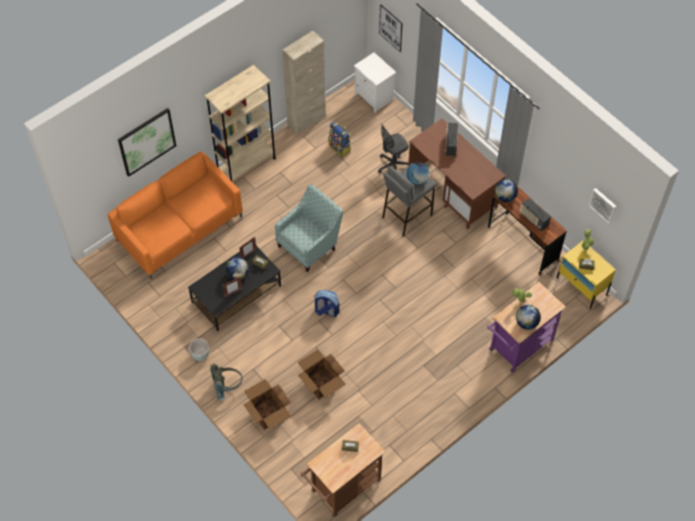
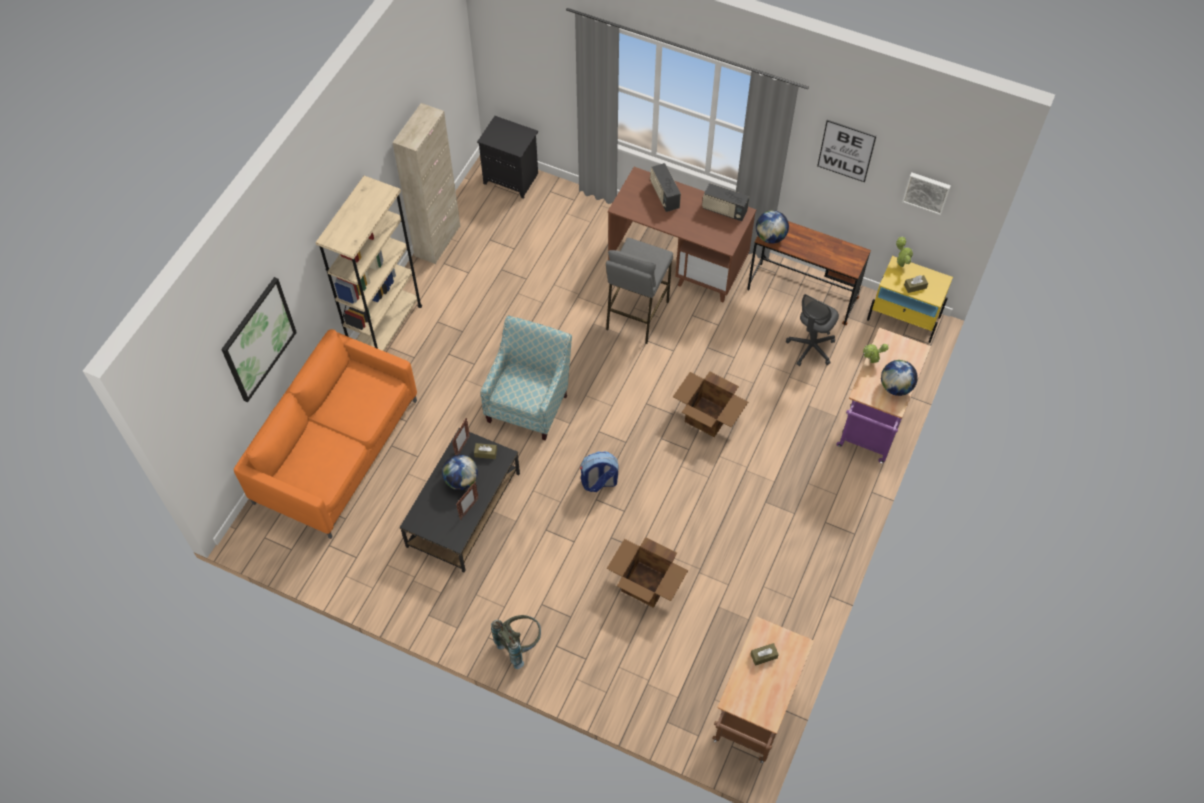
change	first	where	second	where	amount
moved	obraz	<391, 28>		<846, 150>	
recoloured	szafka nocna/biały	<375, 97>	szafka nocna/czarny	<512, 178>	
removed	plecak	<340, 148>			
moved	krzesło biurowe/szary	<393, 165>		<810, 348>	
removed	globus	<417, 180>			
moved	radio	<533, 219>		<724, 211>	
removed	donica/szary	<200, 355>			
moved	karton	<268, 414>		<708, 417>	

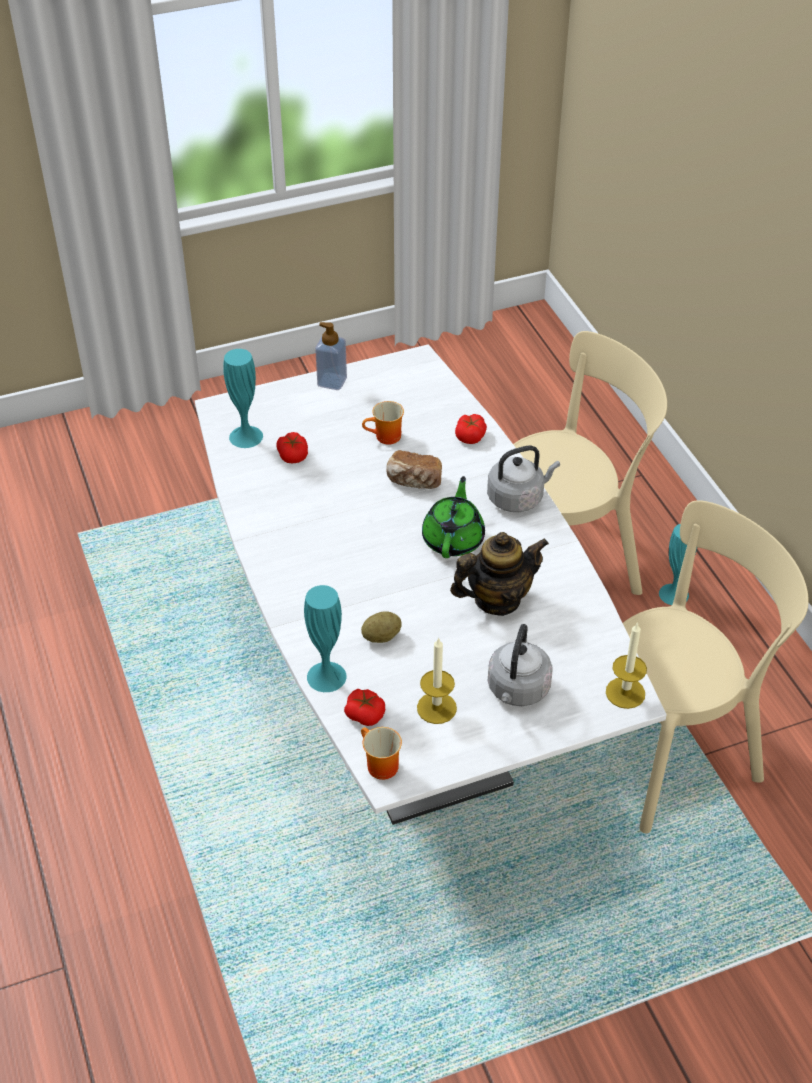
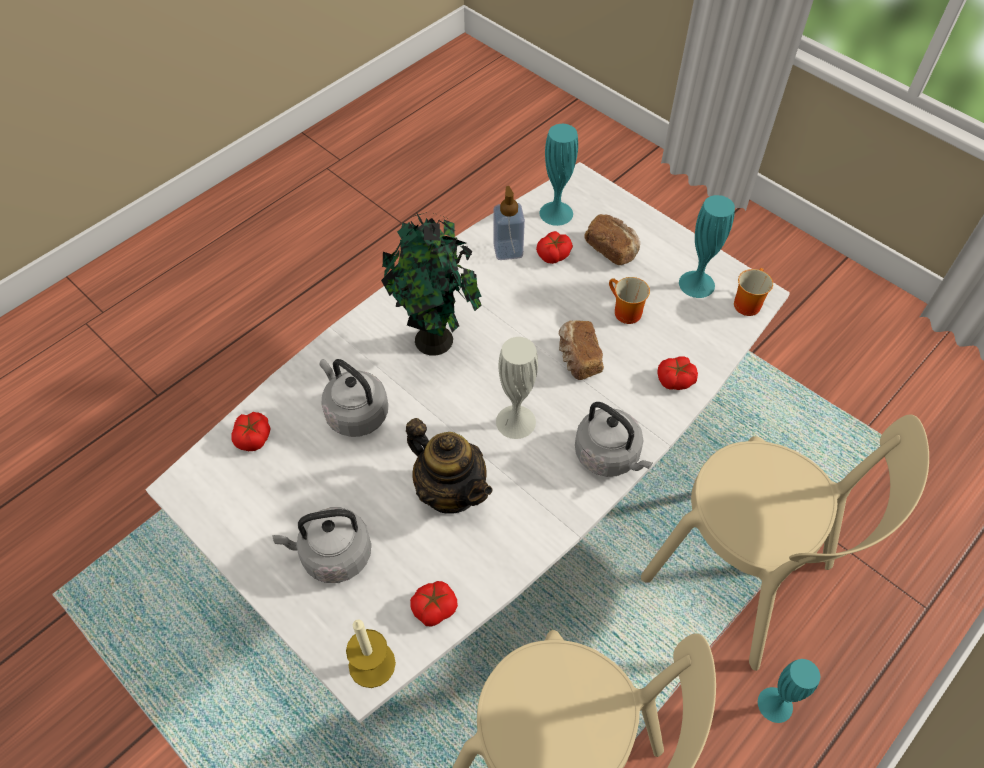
change	first	where	second	where	amount
moved	dozownik mydła	<332, 382>		<508, 250>	
replaced	imbryk/zielony	<453, 539>	wazon/biały	<515, 421>	
moved	wazon/turkusowy	<326, 676>		<696, 284>	
replaced	ziemniak	<381, 637>	czajnik/szary	<355, 413>	
removed	świeca	<436, 708>			
moved	kubek	<378, 766>		<746, 302>	
added			roślina doniczkowa	<436, 342>	
added			chleb	<612, 248>	
added			pomidor	<434, 607>	

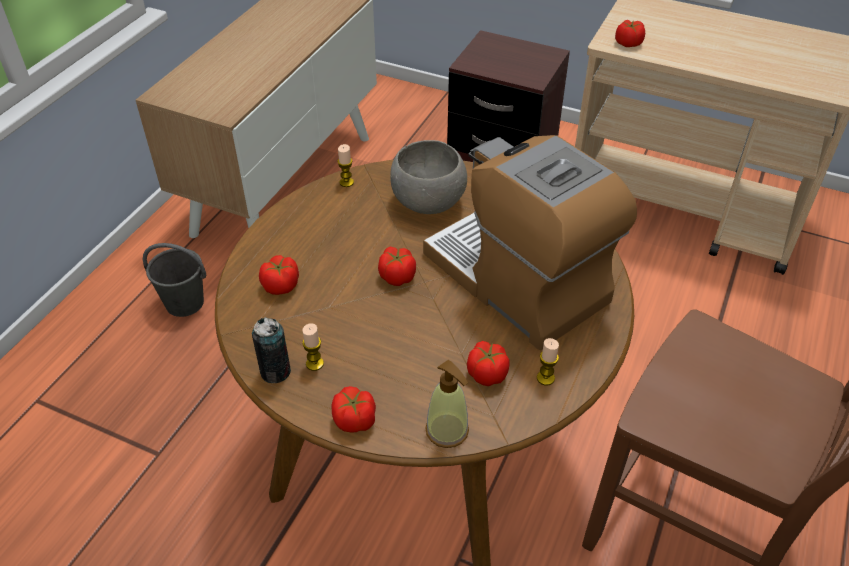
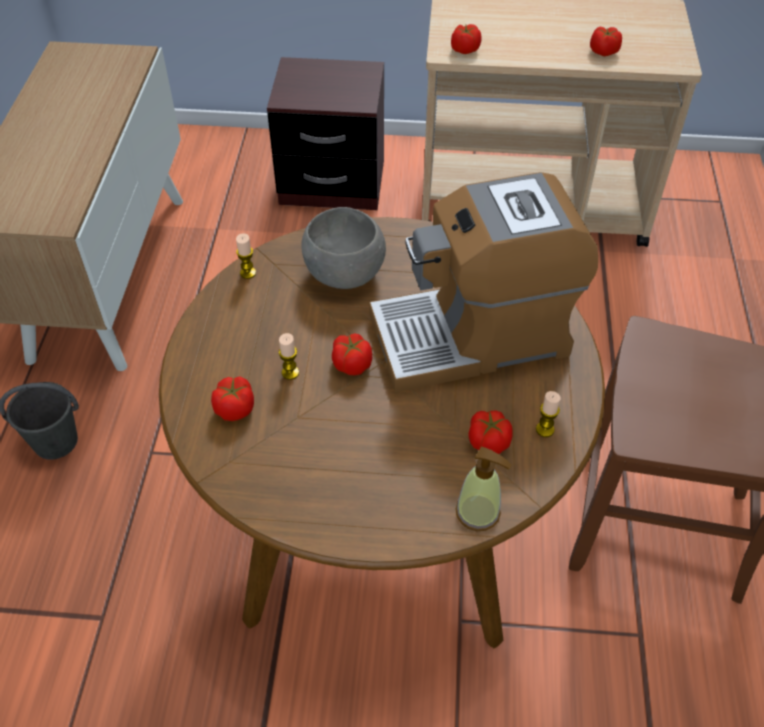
change	first	where	second	where	amount
turned	ekspres do kawy	<518, 280>		<473, 335>	45 degrees counterclockwise
removed	puszka	<275, 372>			
moved	świeca	<314, 363>		<290, 372>	
moved	pomidor	<355, 420>		<604, 52>	

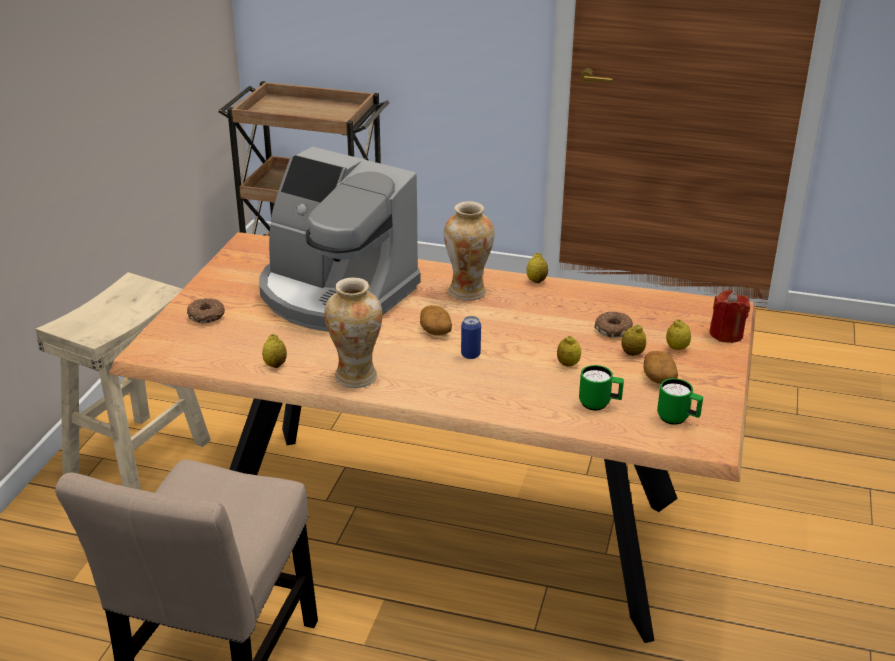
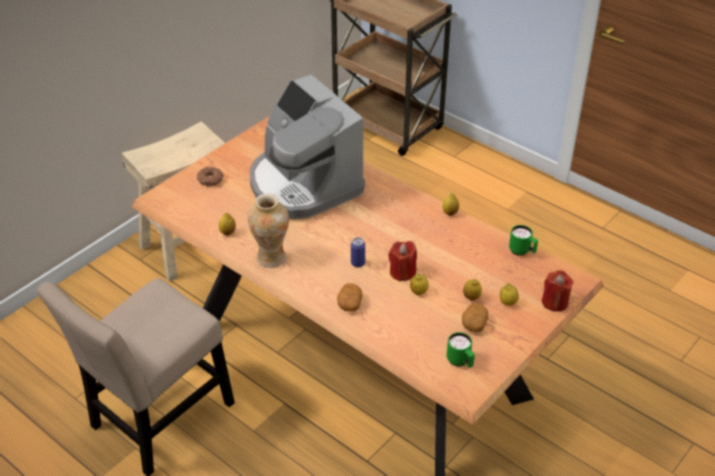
change	first	where	second	where	amount
removed	wazon	<467, 292>			
moved	ziemniak	<435, 330>		<349, 303>	
removed	donut	<613, 329>			
moved	kubek/zielony	<599, 404>		<522, 252>	
added			świeca/czerwony	<402, 272>	

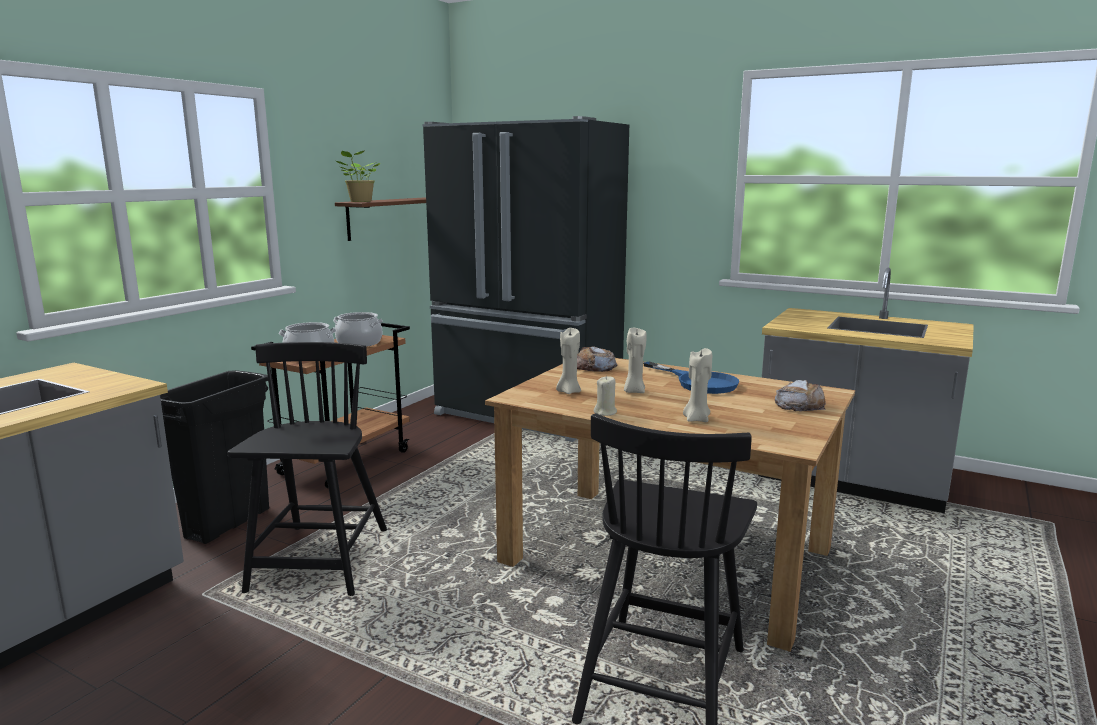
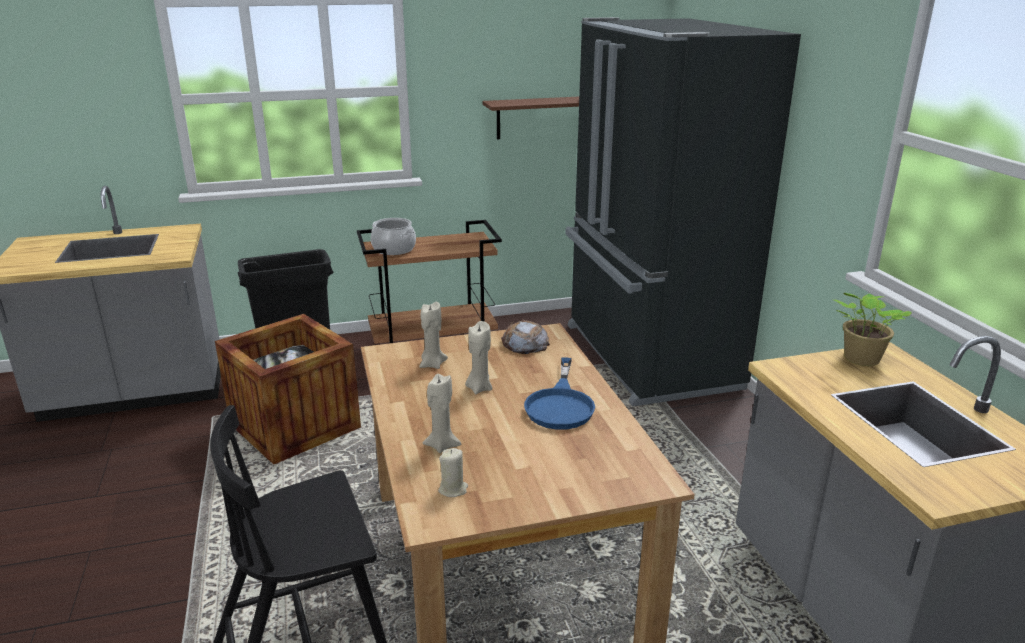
change	first	where	second	where	amount
moved	roślina doniczkowa	<360, 201>		<859, 359>	
removed	garnek	<359, 343>			
replaced	krzesło/czarny	<320, 561>	skrzynka	<295, 426>	
moved	świeca/beżowy	<605, 412>		<453, 489>	
removed	chleb	<799, 405>			

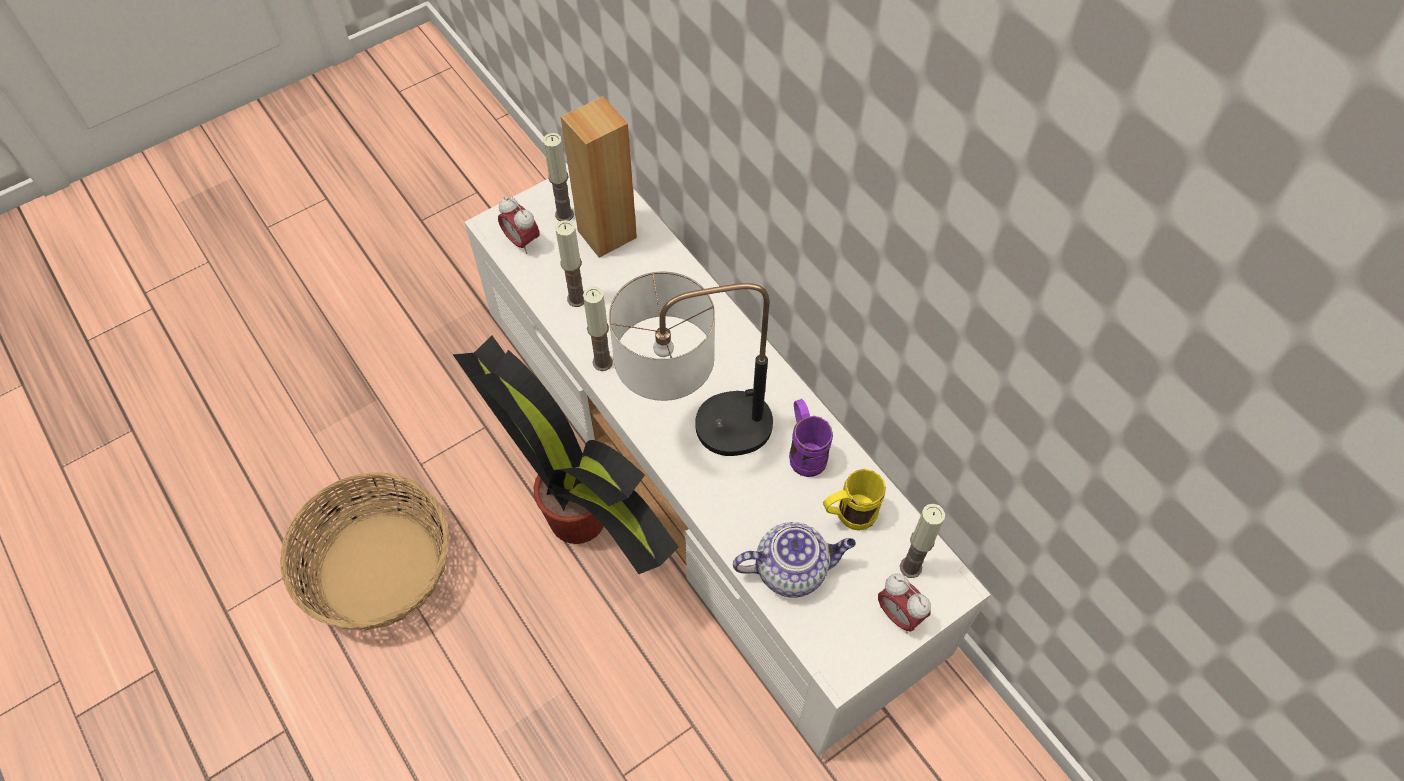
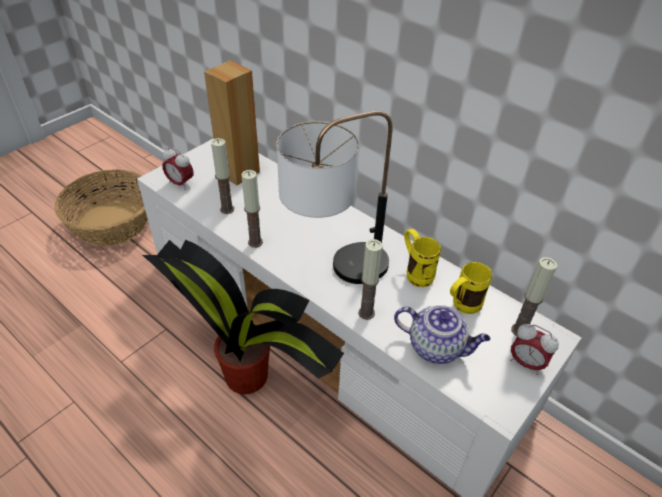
change	first	where	second	where	amount
moved	świeca	<564, 214>		<366, 313>	
recoloured	kubek/fioletowy	<804, 451>	kubek/żółty	<415, 272>	
moved	koszyk	<378, 568>		<112, 222>	
turned	imbryk	<792, 569>		<436, 347>	45 degrees clockwise

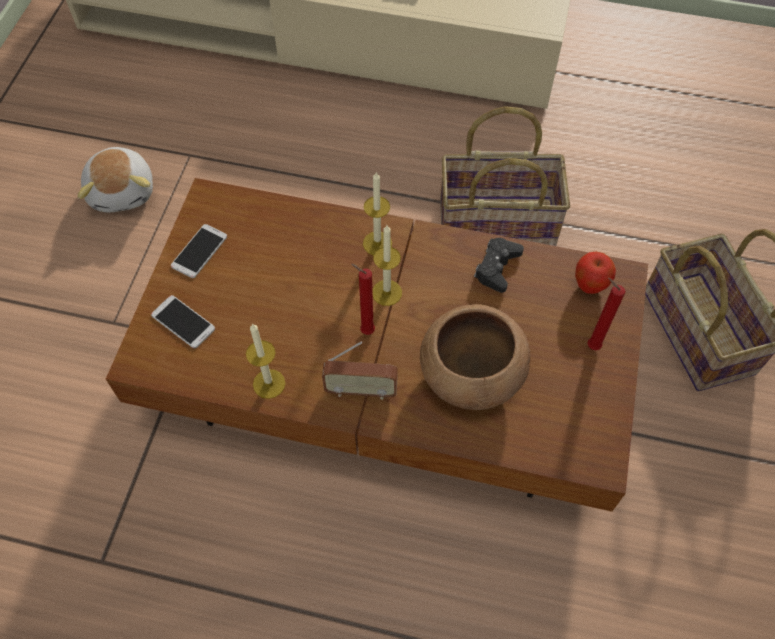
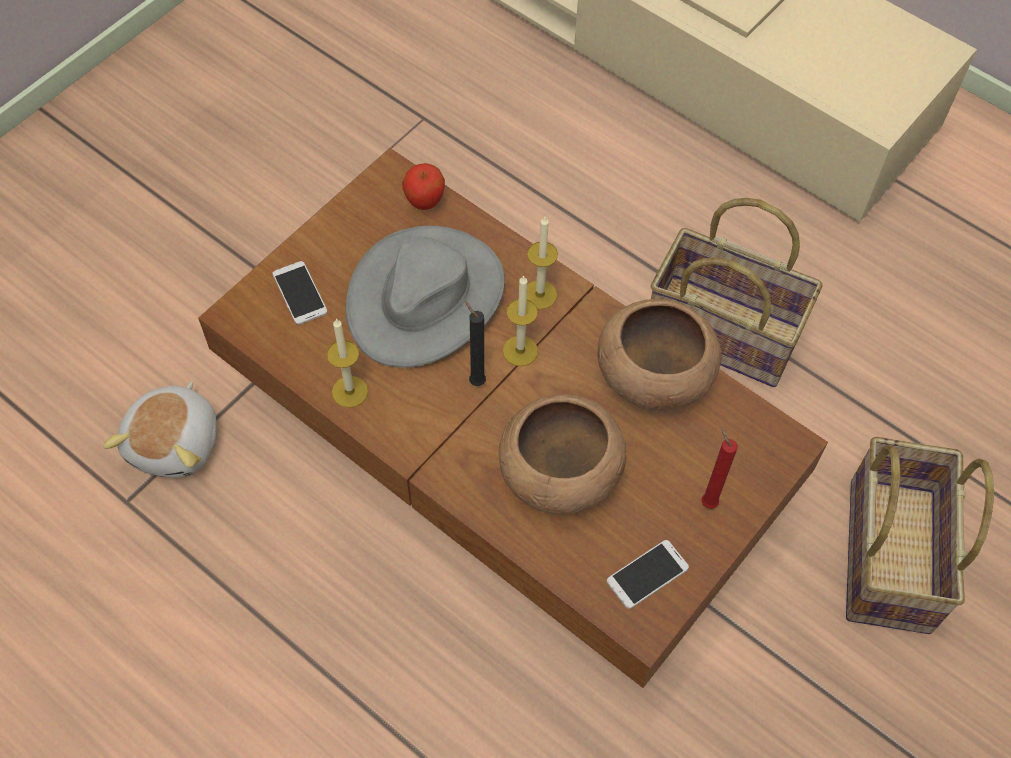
change	first	where	second	where	amount
moved	pluszak	<123, 191>		<176, 443>	
moved	telefon	<199, 251>		<647, 574>	
replaced	pad do gier/czarny	<497, 267>	miska/brązowy	<653, 374>	
moved	jabłko	<589, 286>		<424, 202>	
recoloured	świeca/czerwony	<365, 330>	świeca/czarny	<475, 380>	
removed	radio	<361, 390>			
added			kapelusz/szary	<425, 297>	

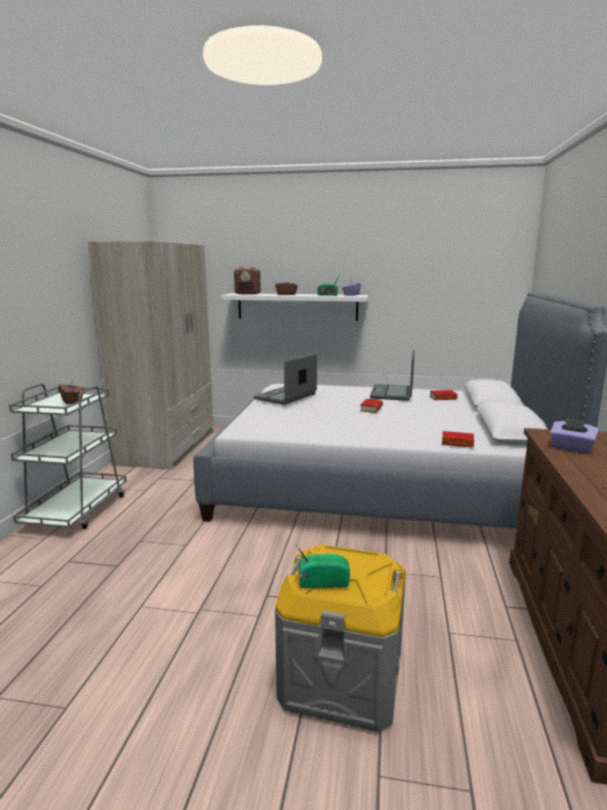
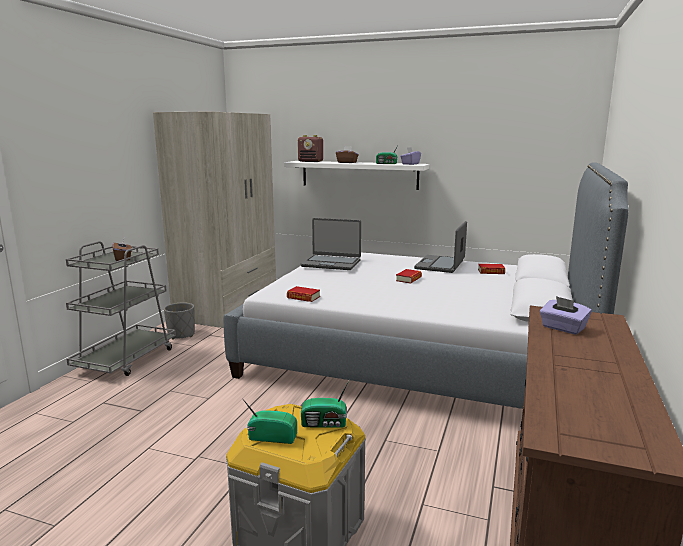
change	first	where	second	where	amount
turned	laptop	<286, 396>		<331, 263>	120 degrees counterclockwise
moved	książka	<457, 443>		<303, 297>	
added			donica/szary	<181, 335>	
added			radio	<325, 424>	

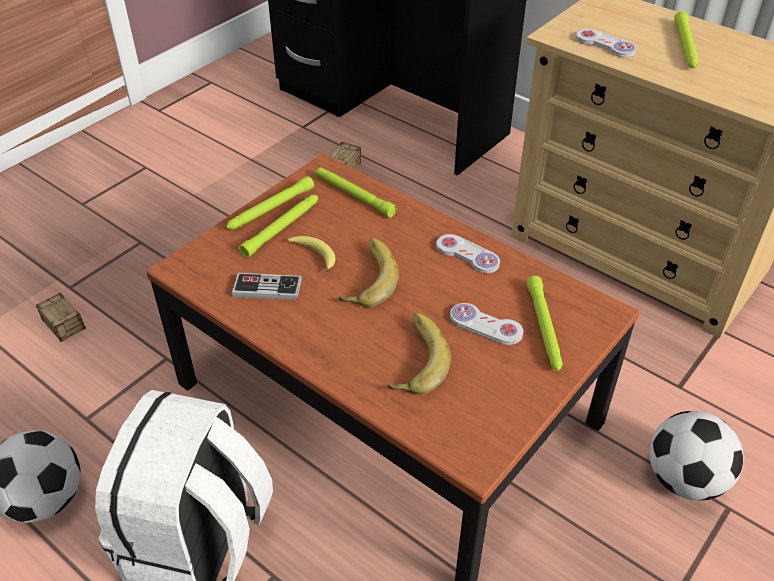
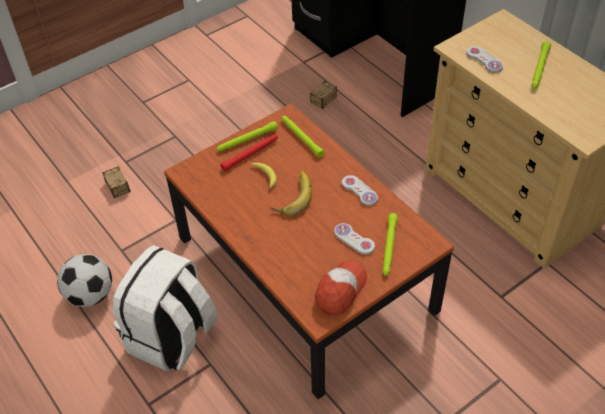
change	first	where	second	where	amount
recoloured	latarka/zielony	<282, 228>	latarka/czerwony	<250, 154>	
removed	pad do gier	<267, 288>			
removed	banan	<414, 358>			
removed	piłka futbolowa	<685, 480>			
added			czapka z daszkiem	<340, 290>	

